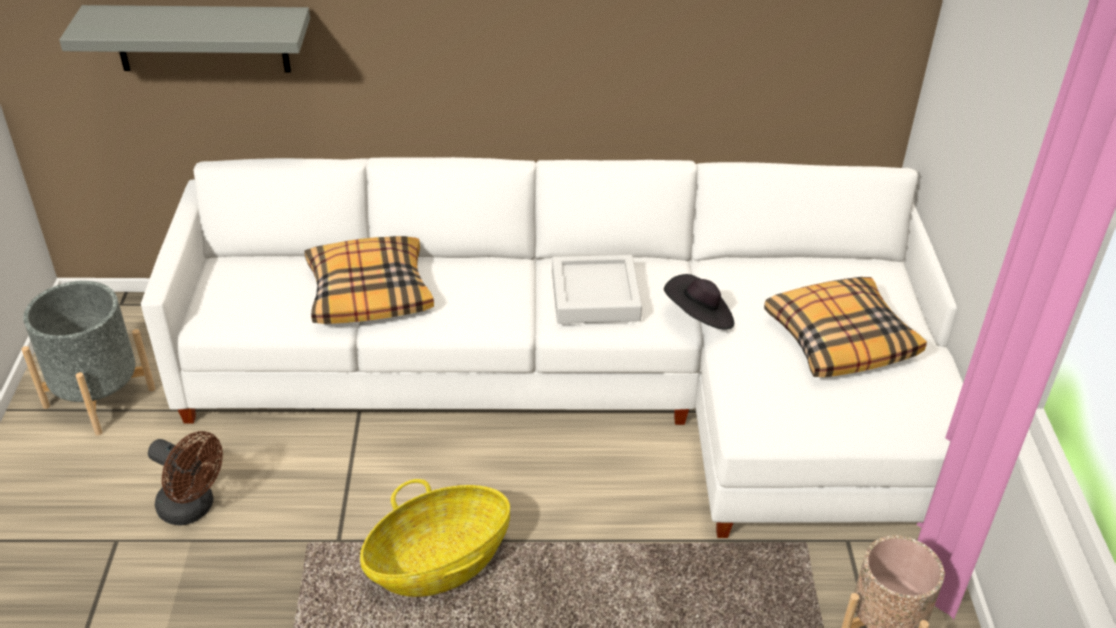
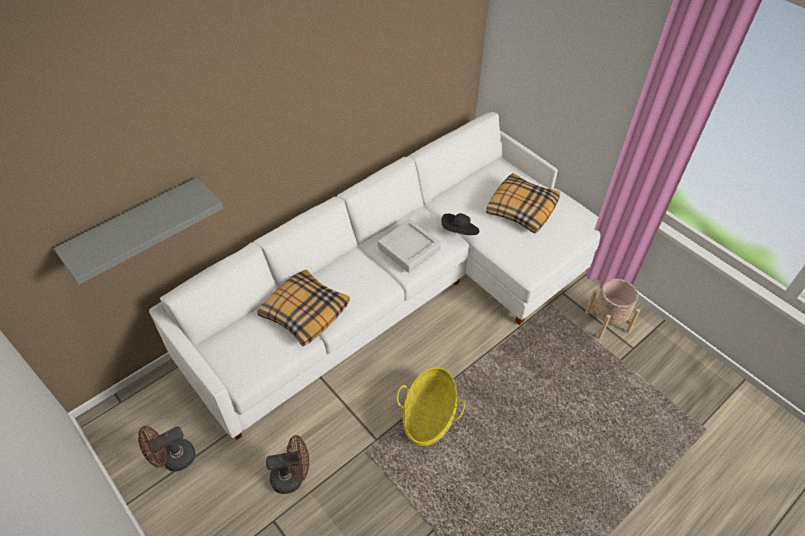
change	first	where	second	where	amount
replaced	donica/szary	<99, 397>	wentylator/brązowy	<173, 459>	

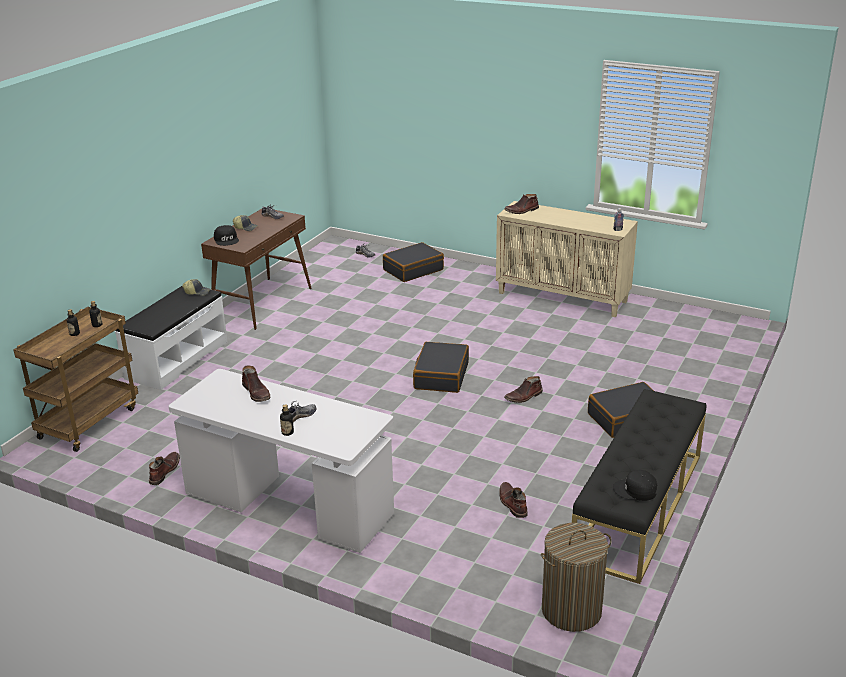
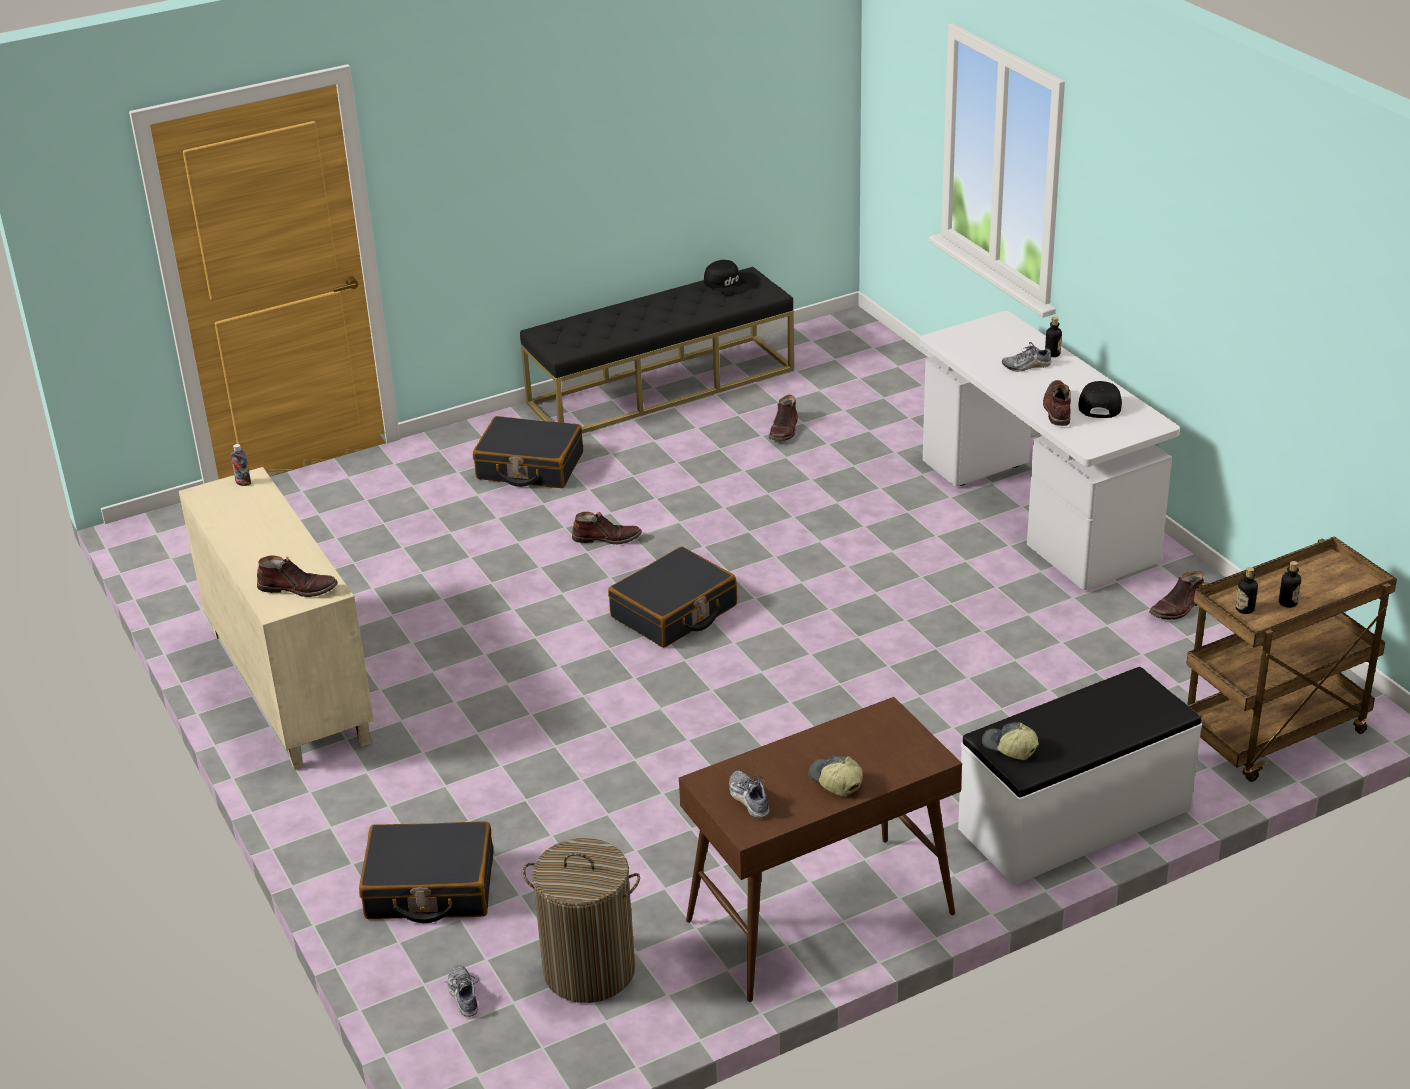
change	first	where	second	where	amount
moved	czapka z daszkiem/czarny	<227, 239>		<1099, 405>	
moved	kosz na pranie	<571, 610>		<589, 970>	

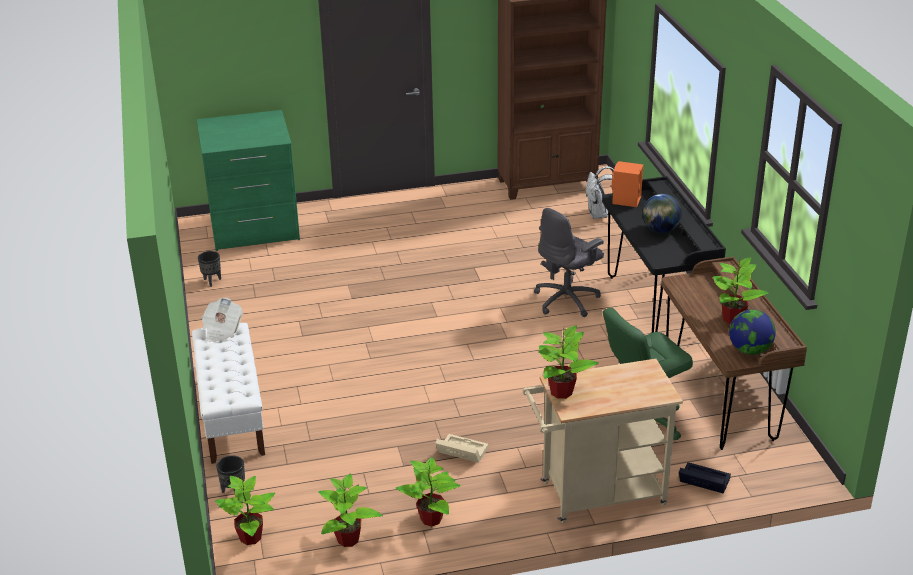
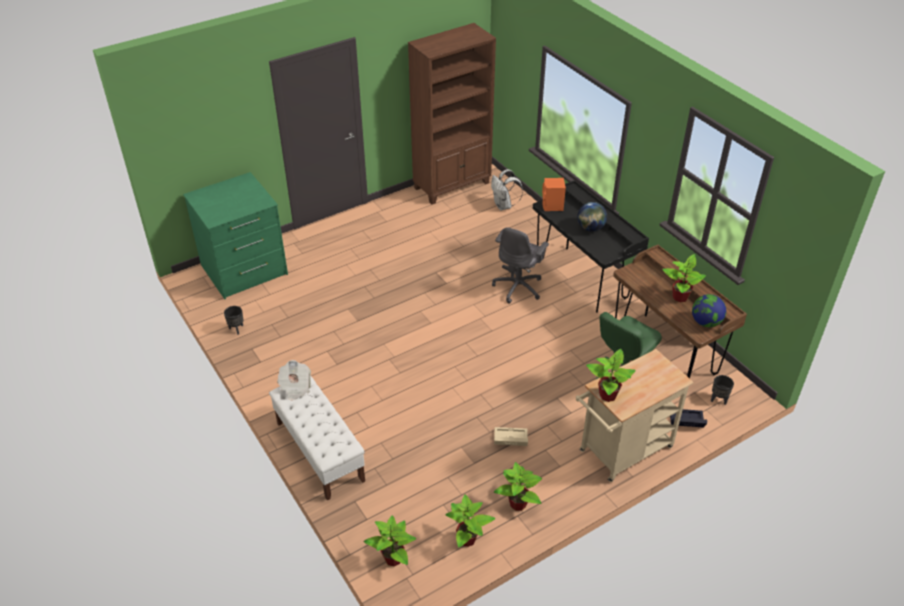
change	first	where	second	where	amount
moved	donica/czarny	<234, 493>		<718, 400>	

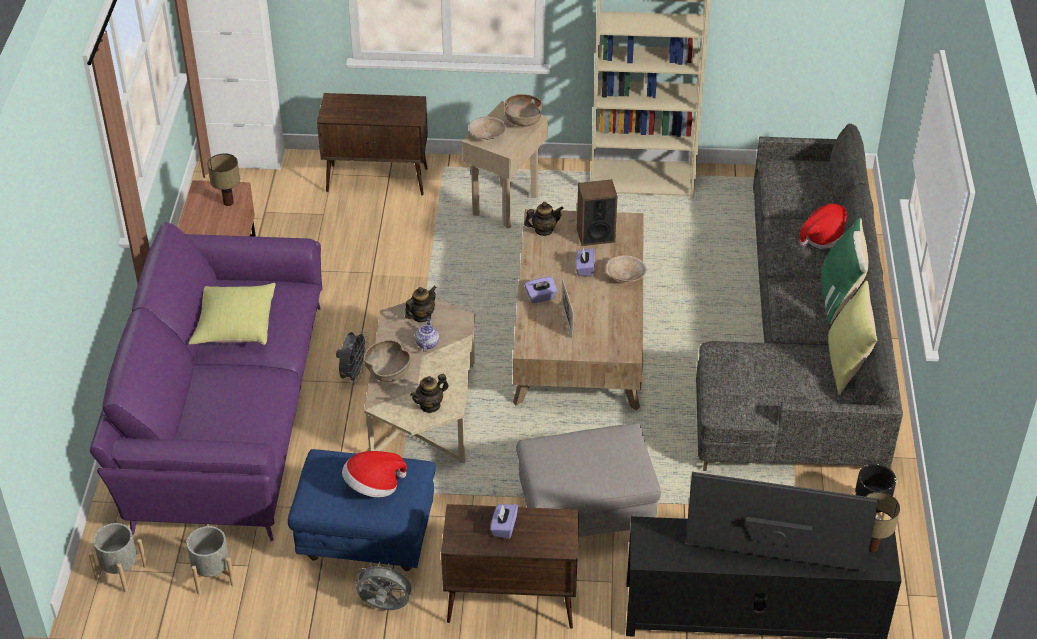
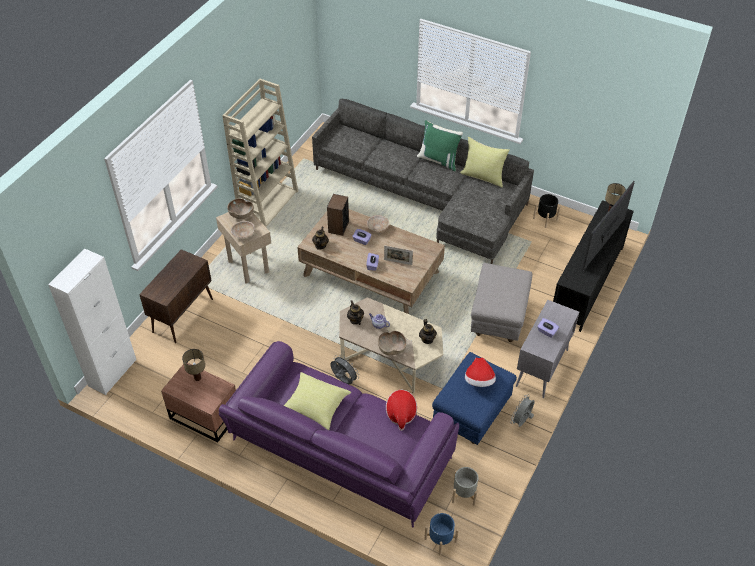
change	first	where	second	where	amount
moved	kapelusz	<825, 238>		<401, 414>	
recoloured	szafka/brązowy	<509, 603>	szafka/szary	<541, 368>	
recoloured	donica/szary	<121, 572>	donica/niebieski	<440, 540>	

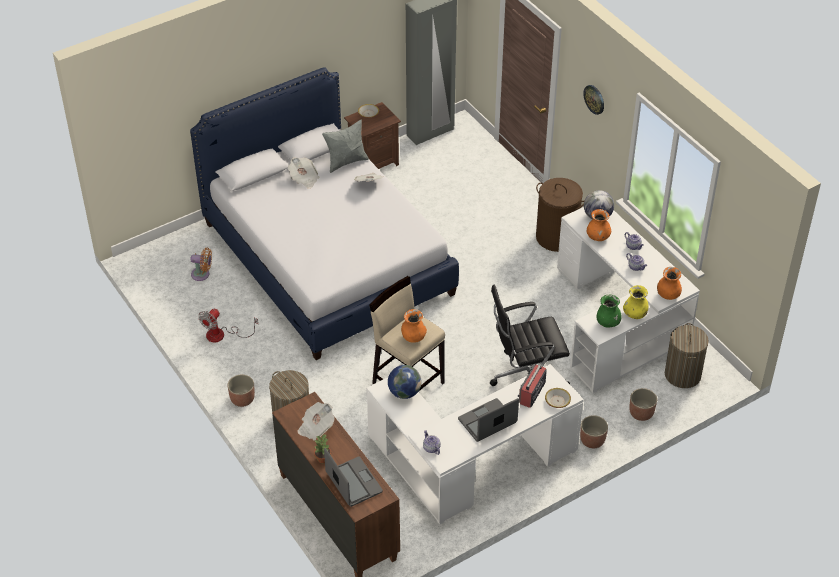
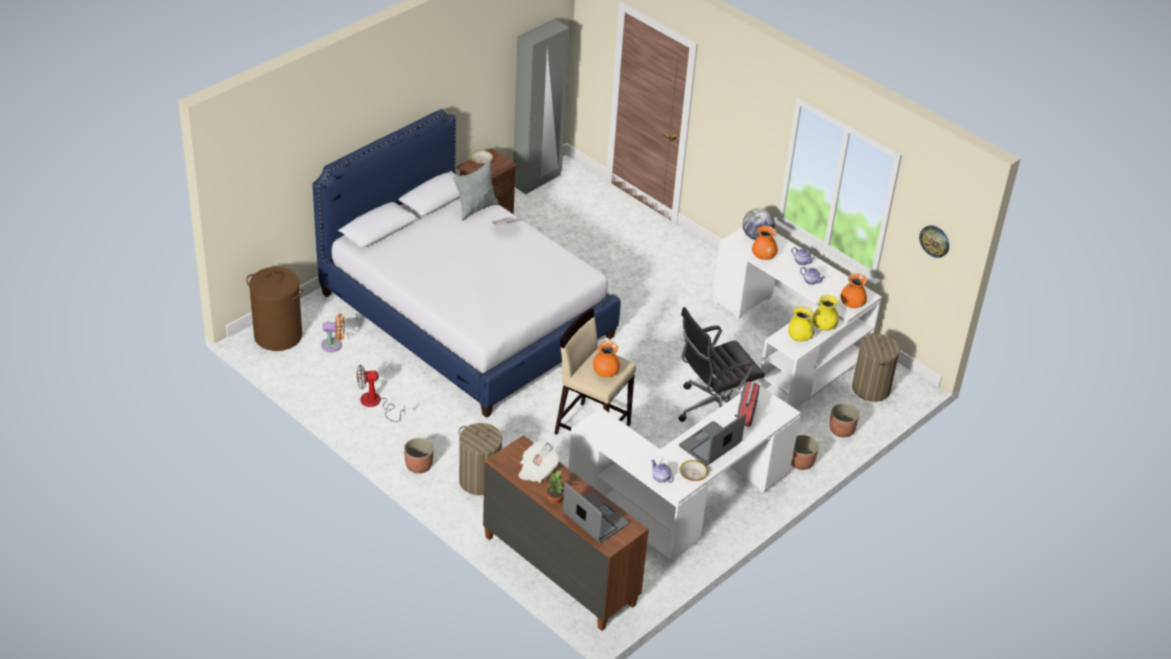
change	first	where	second	where	amount
moved	zegar ścienny	<594, 99>		<935, 241>	
removed	gazeta	<304, 179>			
moved	kosz na pranie/brązowy	<557, 237>		<278, 335>	
recoloured	wazon/zielony	<608, 322>	wazon/żółty	<799, 337>	
turned	wentylator	<222, 335>		<376, 404>	60 degrees clockwise
removed	globus	<404, 392>			
moved	miska	<557, 401>		<693, 474>	

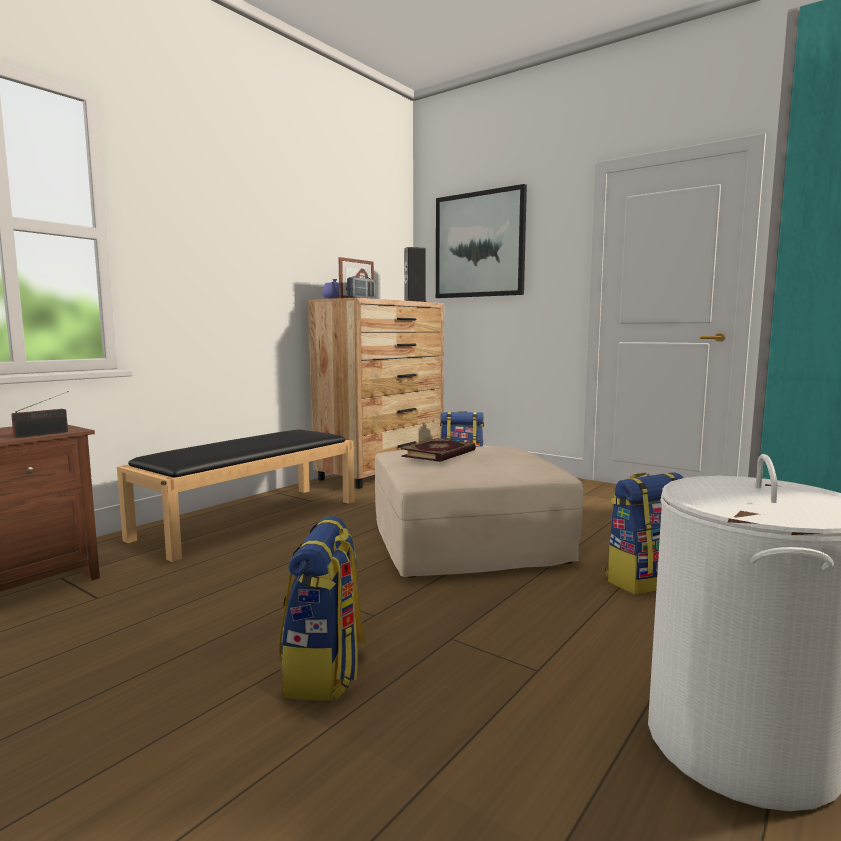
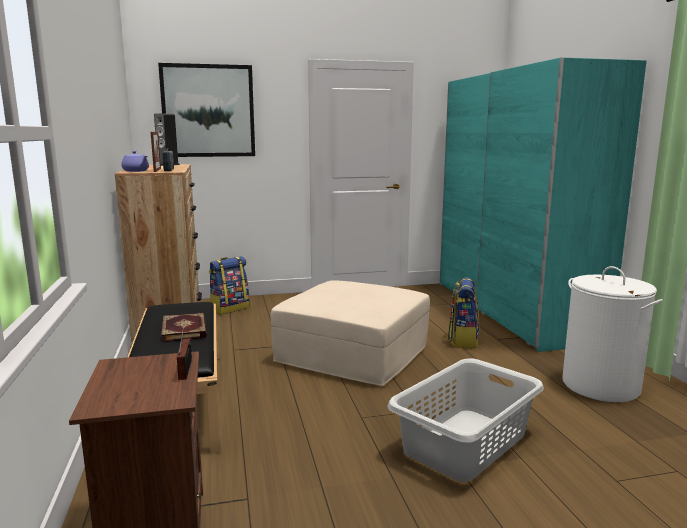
change	first	where	second	where	amount
moved	książka	<440, 453>		<185, 329>	
replaced	plecak	<325, 671>	kosz na pranie/szary	<466, 443>	

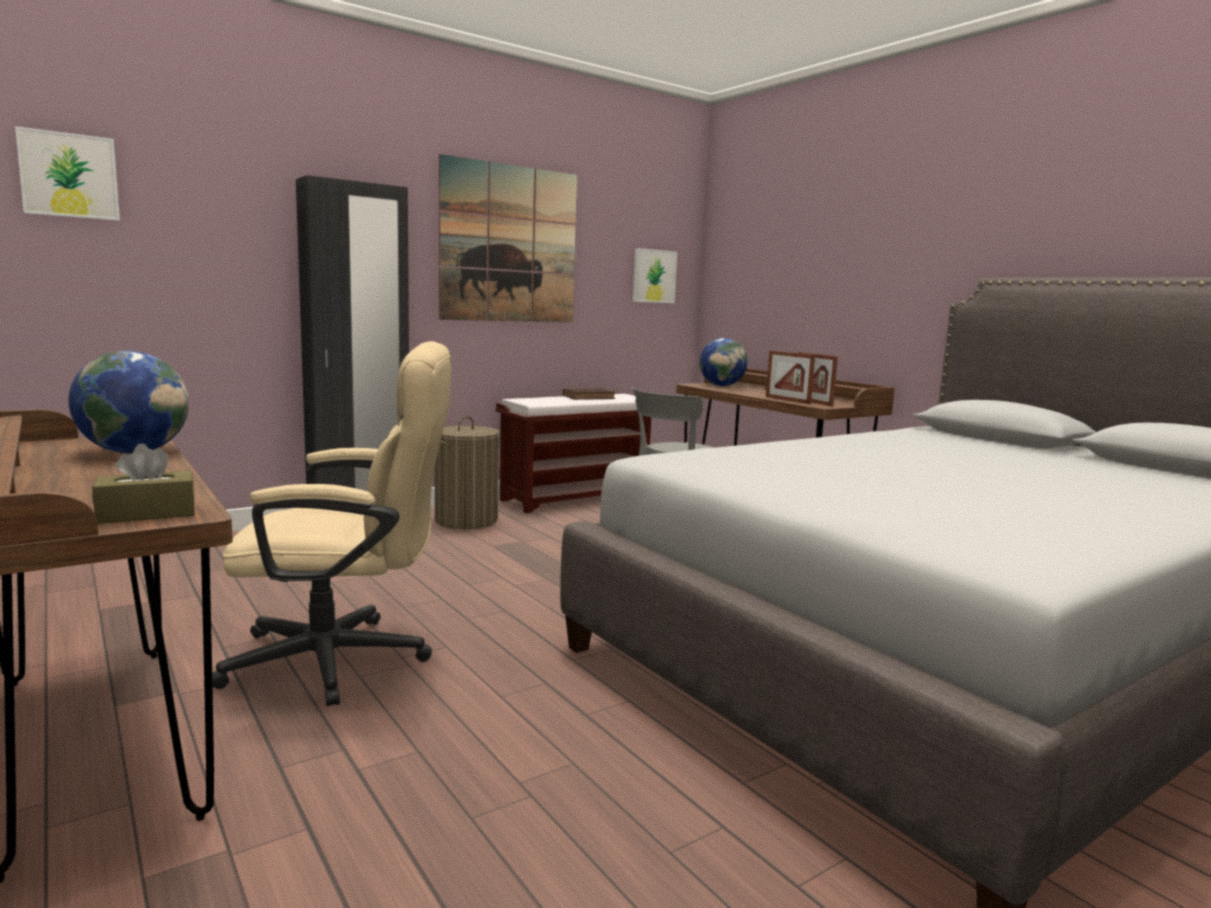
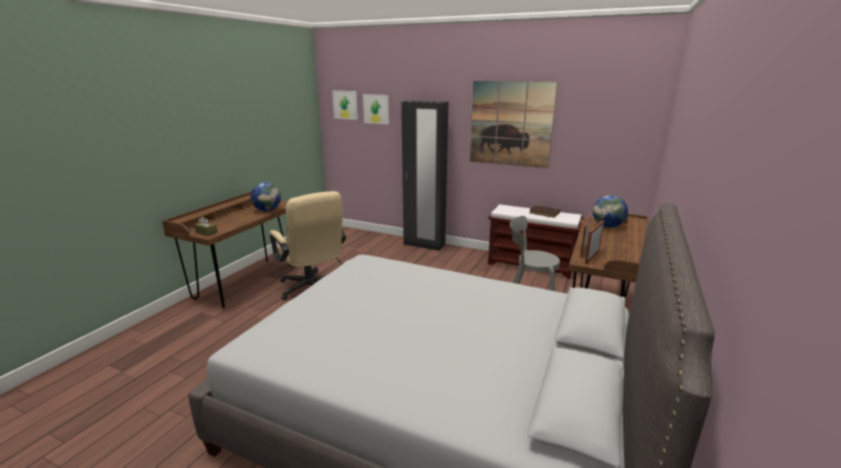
change	first	where	second	where	amount
moved	obraz	<654, 276>		<376, 109>	
removed	kosz na pranie	<466, 520>			

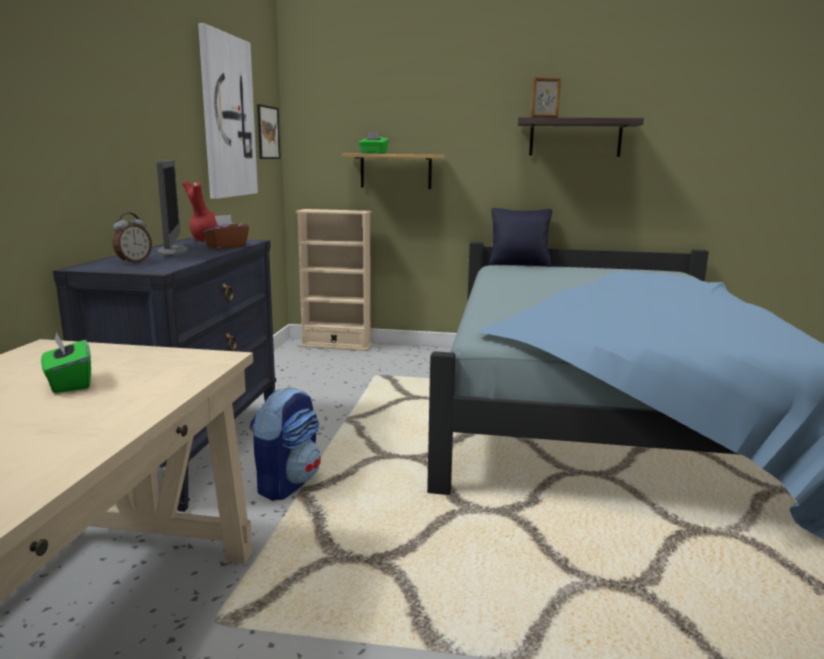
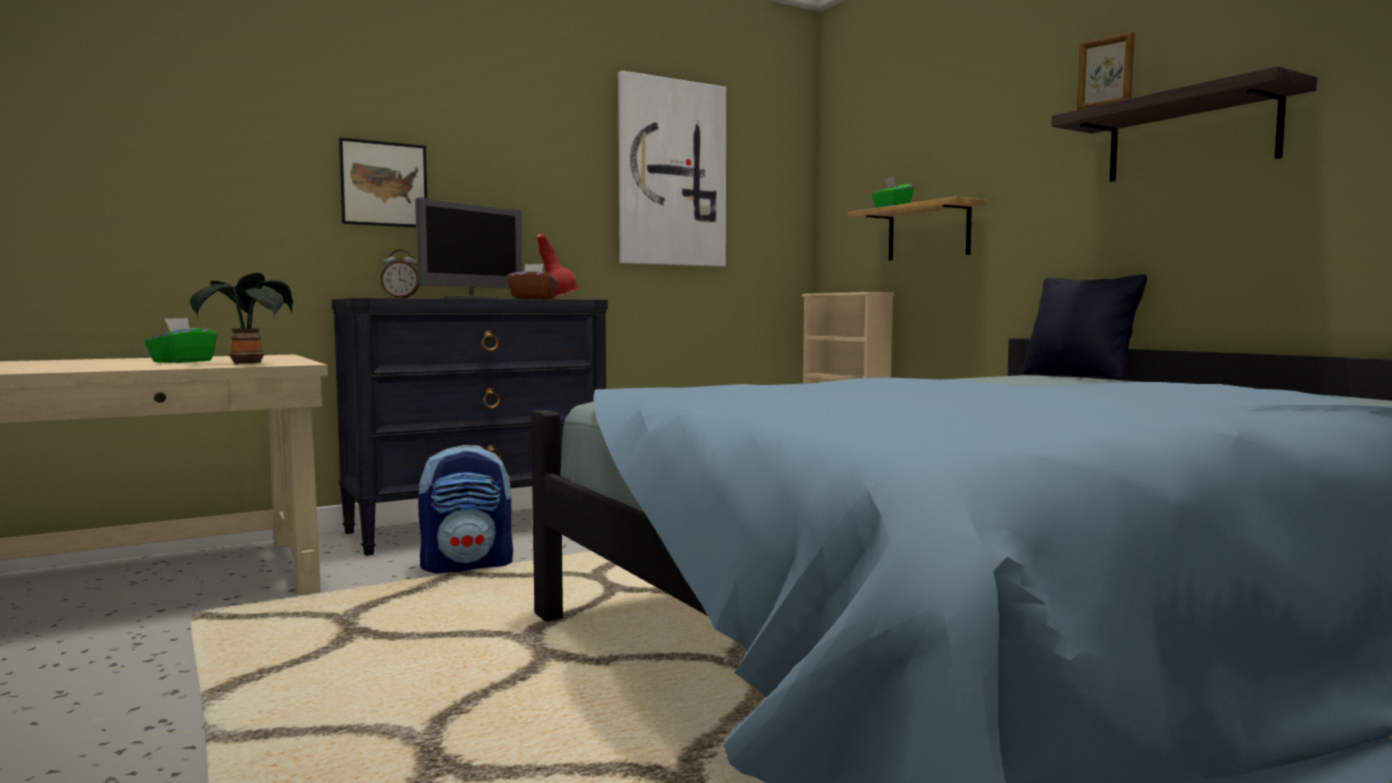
change	first	where	second	where	amount
moved	obraz	<268, 132>		<384, 184>	
added			roślina doniczkowa	<246, 364>	

